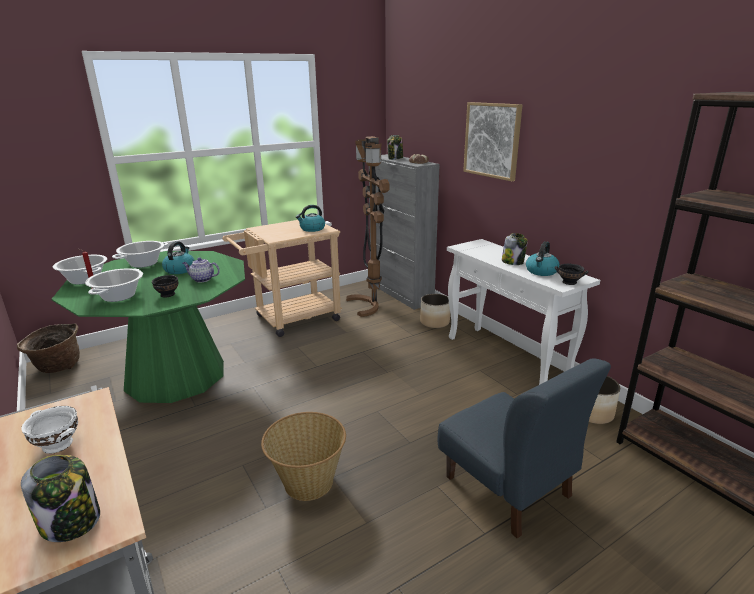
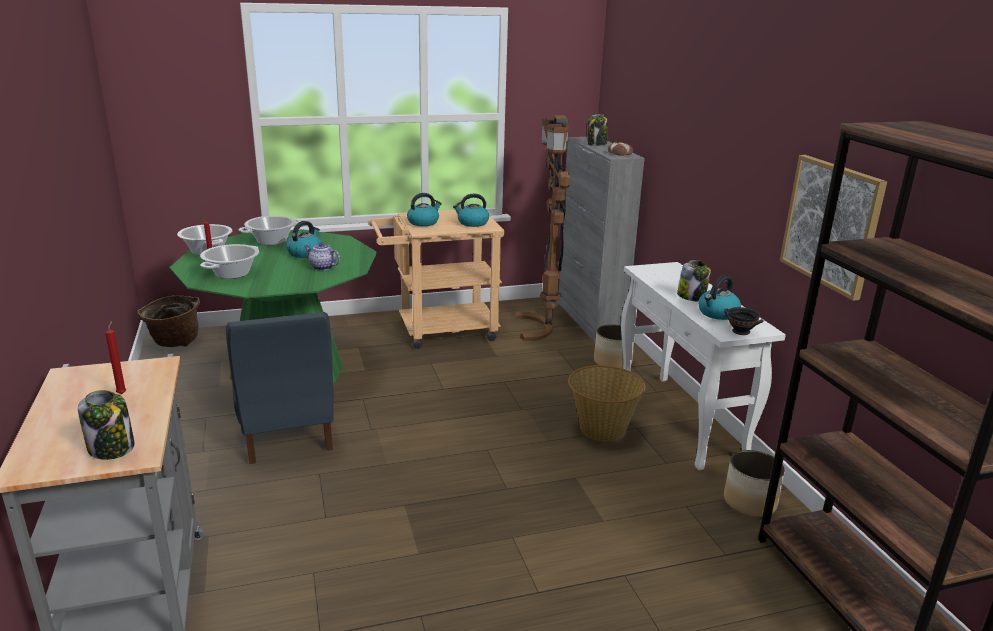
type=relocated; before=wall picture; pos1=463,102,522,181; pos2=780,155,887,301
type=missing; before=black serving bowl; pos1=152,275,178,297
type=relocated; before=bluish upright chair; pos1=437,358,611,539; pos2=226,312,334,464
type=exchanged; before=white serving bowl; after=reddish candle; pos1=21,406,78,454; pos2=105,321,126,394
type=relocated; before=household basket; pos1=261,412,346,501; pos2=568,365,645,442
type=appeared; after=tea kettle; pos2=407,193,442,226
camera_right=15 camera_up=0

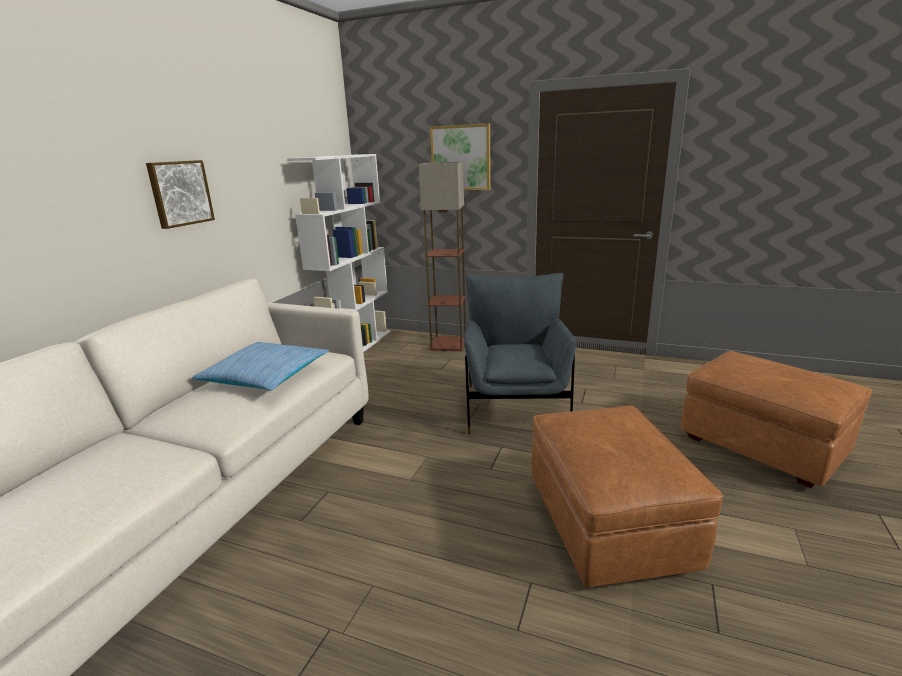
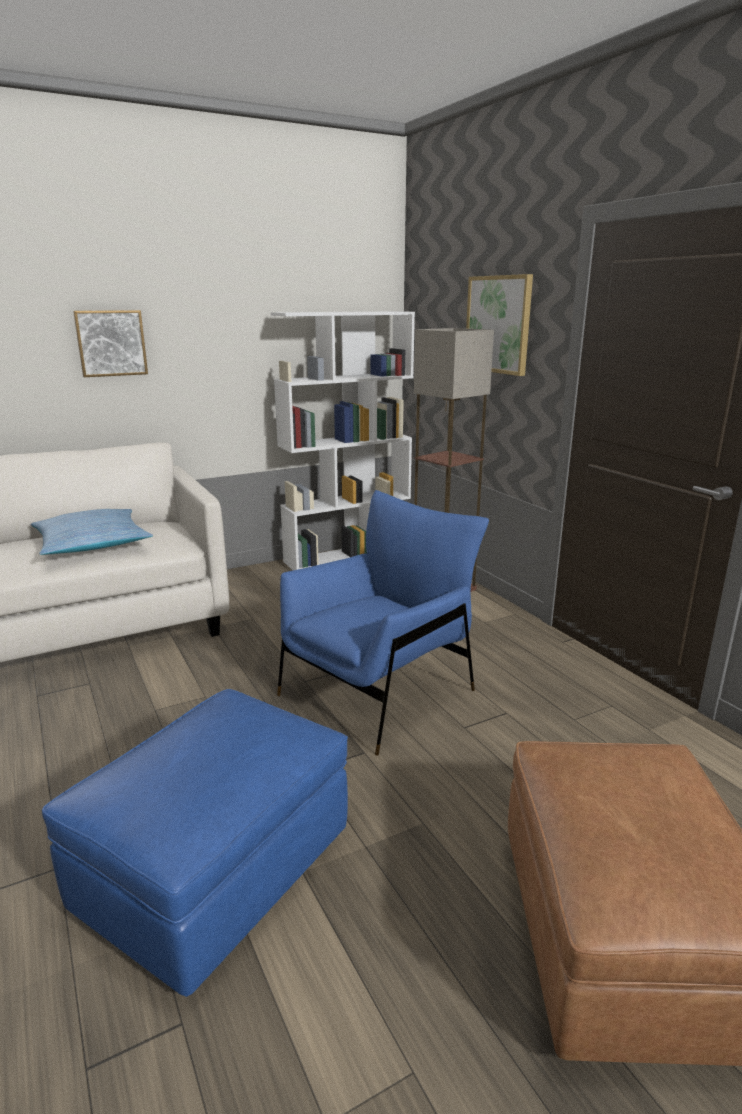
type=colour; before=greyish armchair; after=bluish armchair; pos1=464,273,576,434; pos2=277,490,489,756
type=colour; before=brown footrest; after=bluish footrest; pos1=532,406,723,587; pos2=42,689,348,997
camera_right=40 camera_up=0

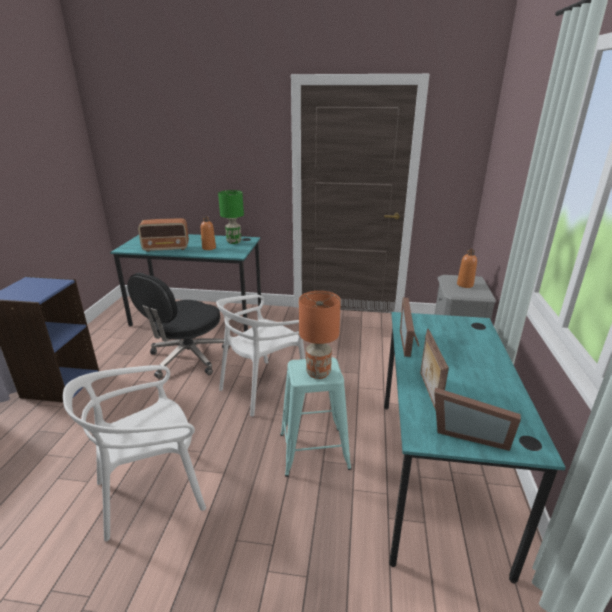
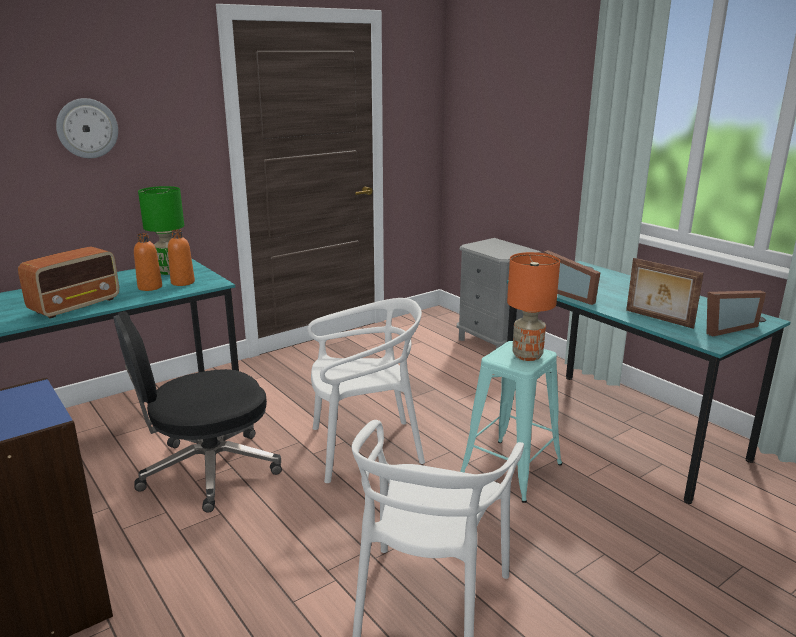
type=relocated; before=orange-coloured beverage bottle; pos1=457,249,477,288; pos2=168,229,195,286
type=spun; before=black office chair; pos1=127,273,230,379; pos2=114,311,282,513; turn=75
type=spun; before=white upright chair; pos1=216,295,305,416; pos2=307,298,425,483; turn=-105
type=appeared; after=wall clock; pos2=56,98,118,158
camera_right=-45 camera_up=-5

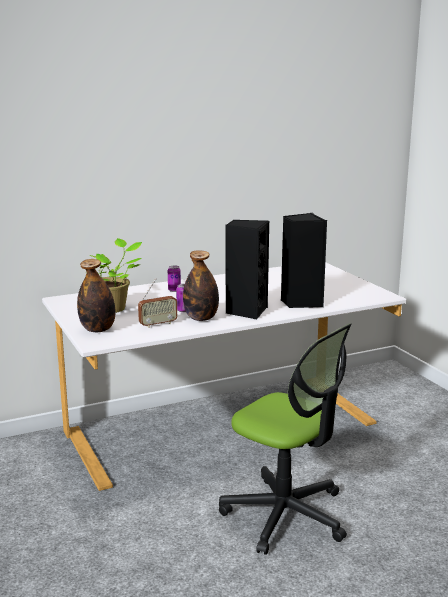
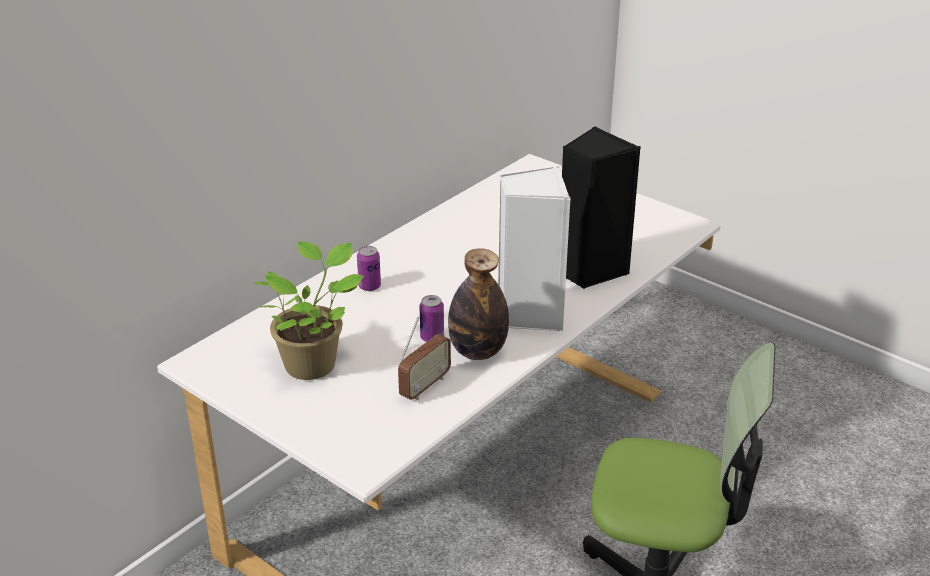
type=colour; before=black audio speaker; after=white audio speaker; pos1=225,220,269,319; pos2=498,166,571,331
type=missing; before=beverage bottle; pos1=77,259,116,332
camera_right=-25 camera_up=15

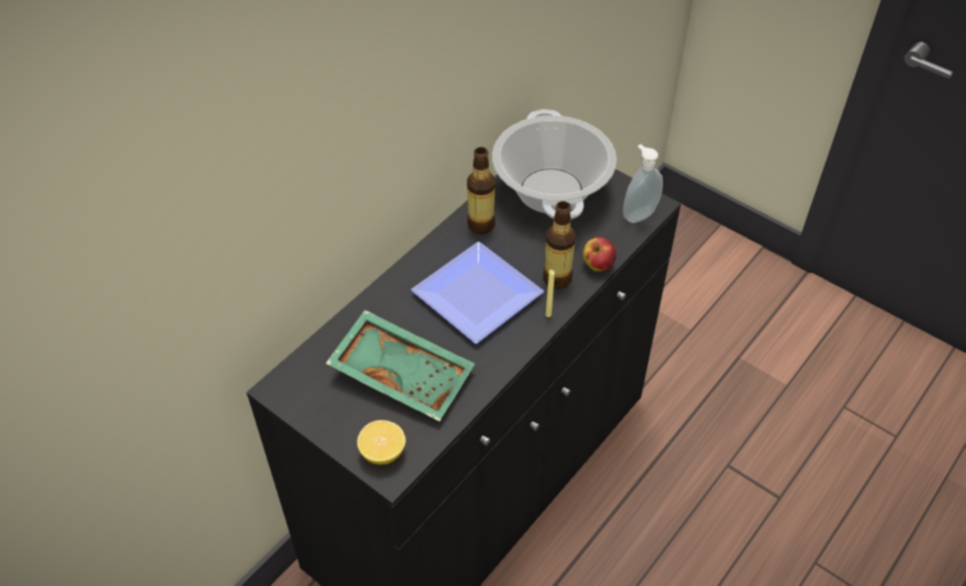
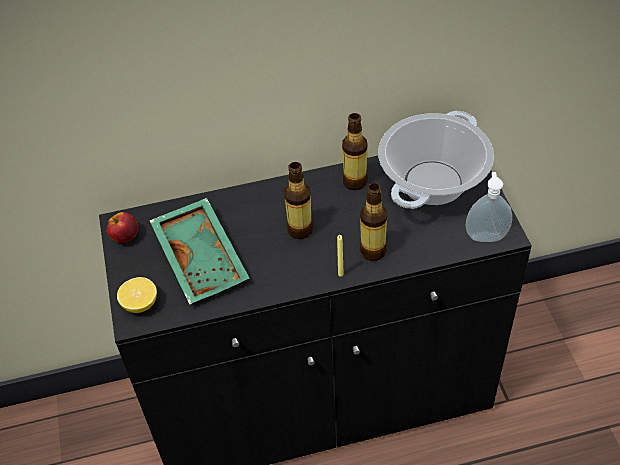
type=relocated; before=apple fruit; pos1=583,237,616,272; pos2=107,212,138,243
type=exchanged; before=flat dish; after=beverage bottle; pos1=411,242,544,344; pos2=284,162,313,239
camera_right=40 camera_up=0

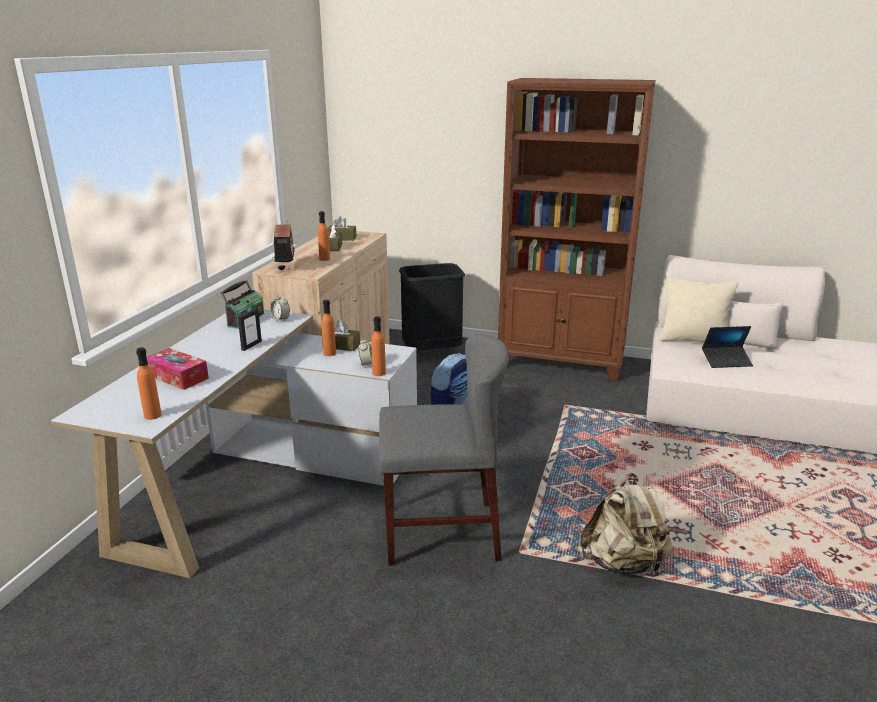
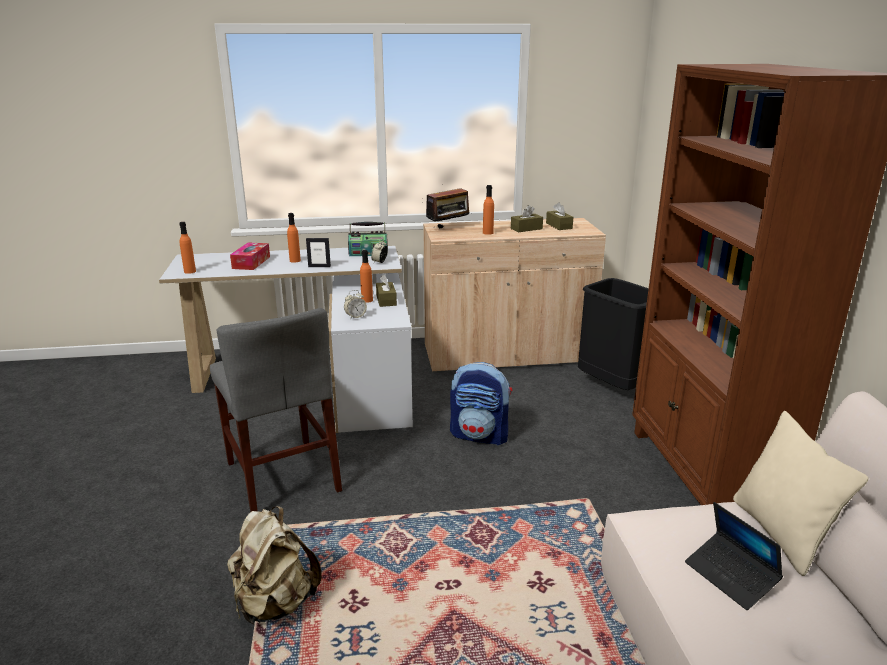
type=relocated; before=orange-coloured beverage bottle; pos1=371,316,386,376; pos2=287,213,301,263
camera_right=65 camera_up=0

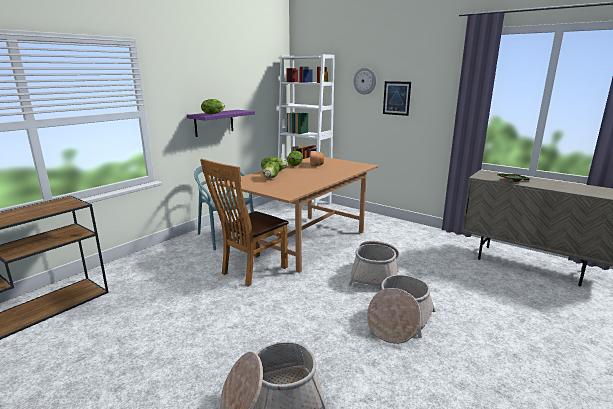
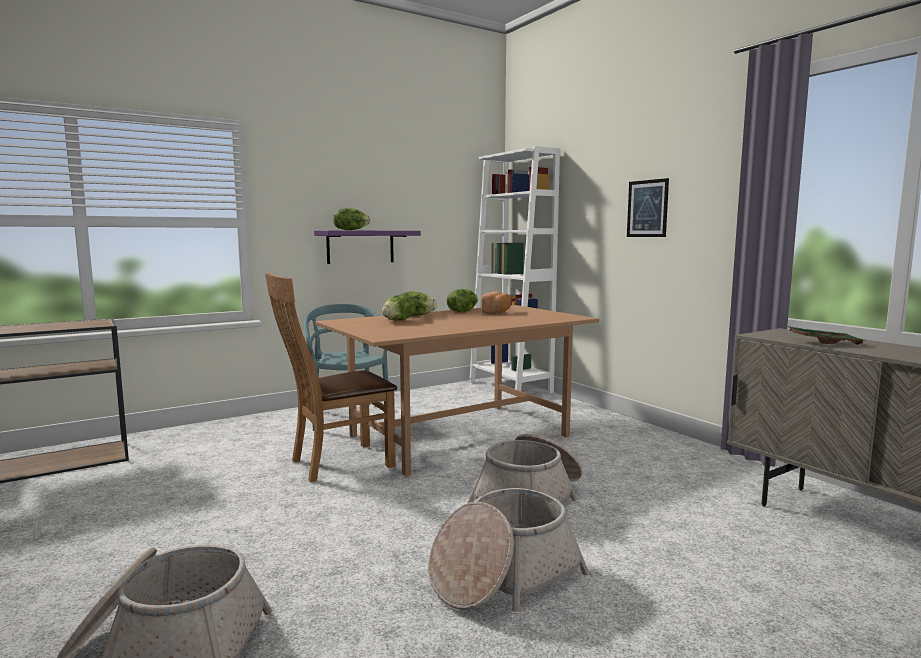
type=missing; before=wall clock; pos1=354,68,376,94
camera_right=20 camera_up=-10

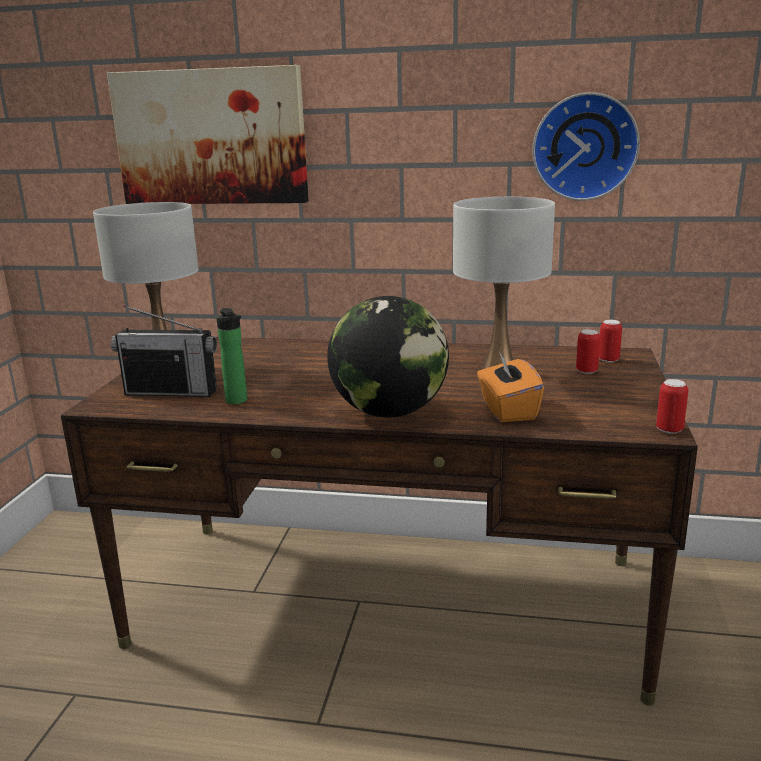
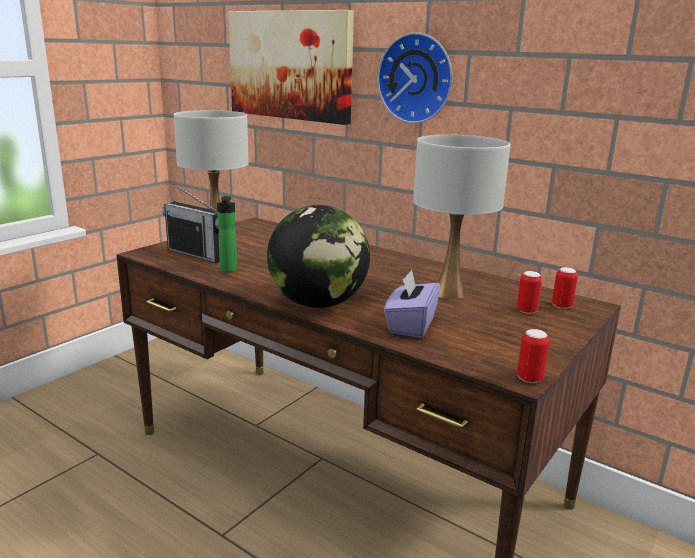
type=relocated; before=wall clock; pos1=532,92,640,201; pos2=377,32,453,124
type=colour; before=orange-coloured tissue box; after=purplish tissue box; pos1=477,352,544,422; pos2=384,270,441,338
camera_right=25 camera_up=0

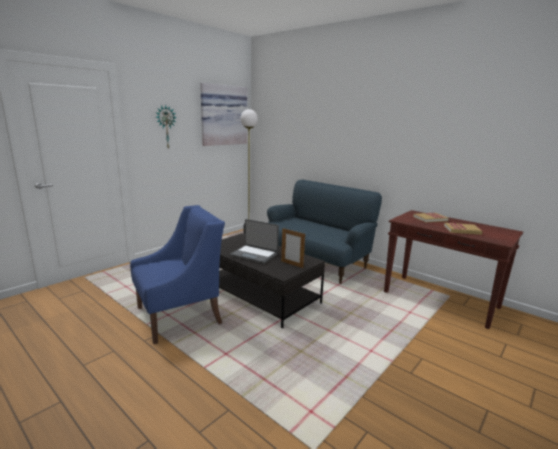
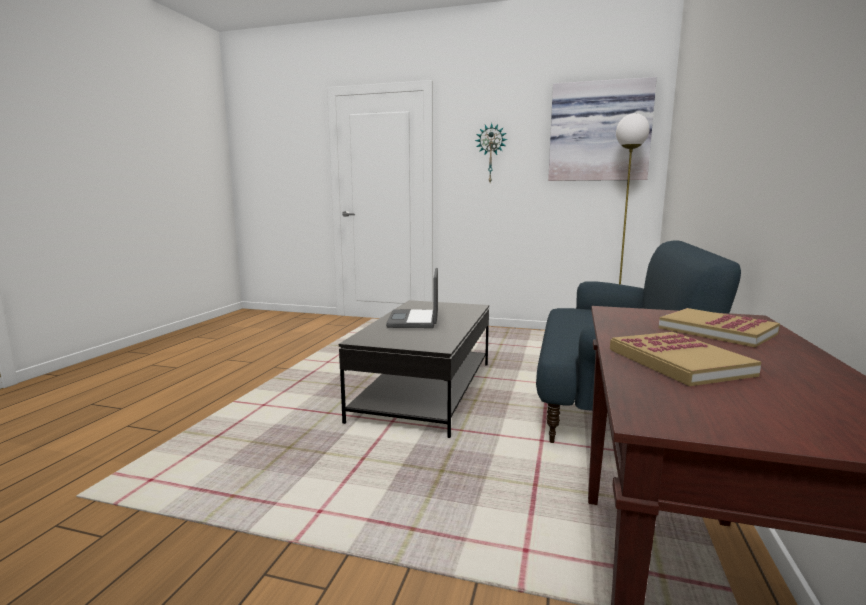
type=missing; before=bluish armchair; pos1=130,205,225,344
type=missing; before=photo frame; pos1=281,228,305,268
camera_right=65 camera_up=-5

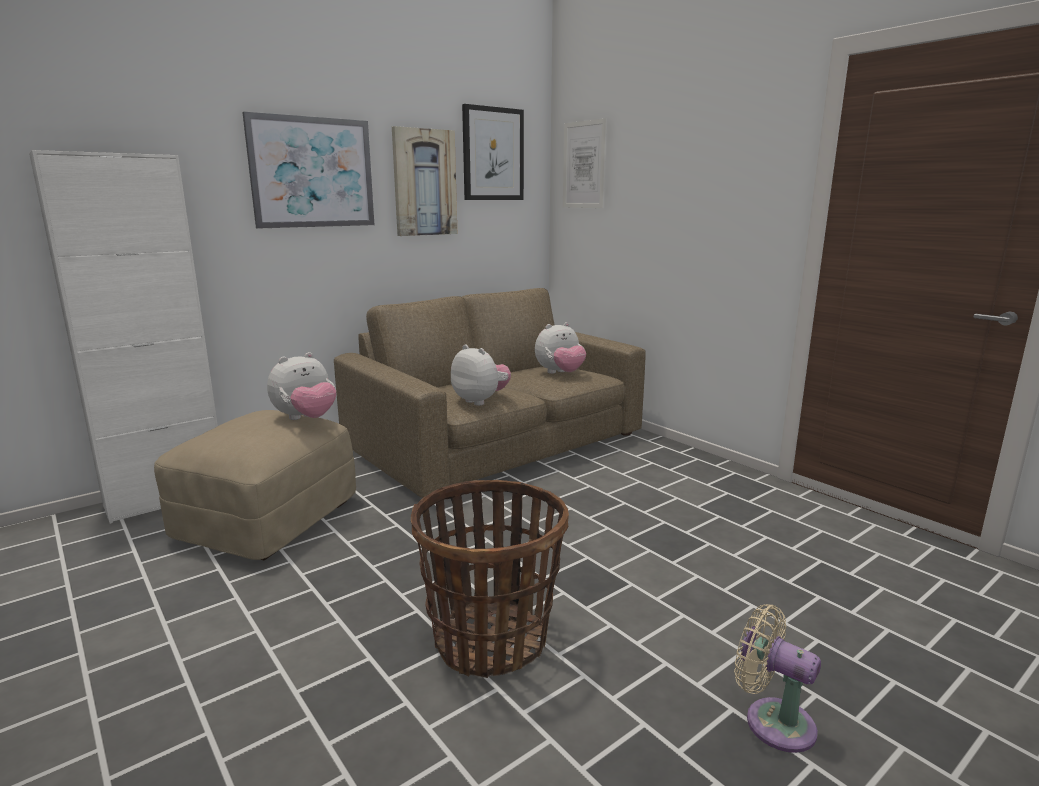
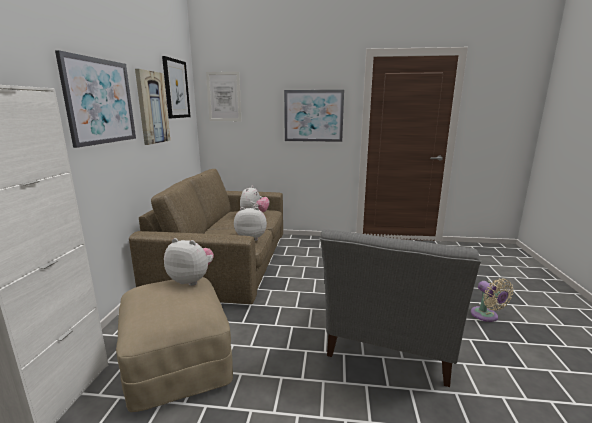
type=spun; before=plush toy; pos1=267,352,336,420; pos2=164,238,214,286; turn=-75
type=exchanged; before=household basket; after=greyish armchair; pos1=411,480,569,678; pos2=319,229,482,387
type=spun; before=sand-coloured electric fan; pos1=734,604,821,753; pos2=471,278,514,322; turn=-105
type=appeared; after=wall picture; pos2=284,90,344,142
camera_right=-45 camera_up=0

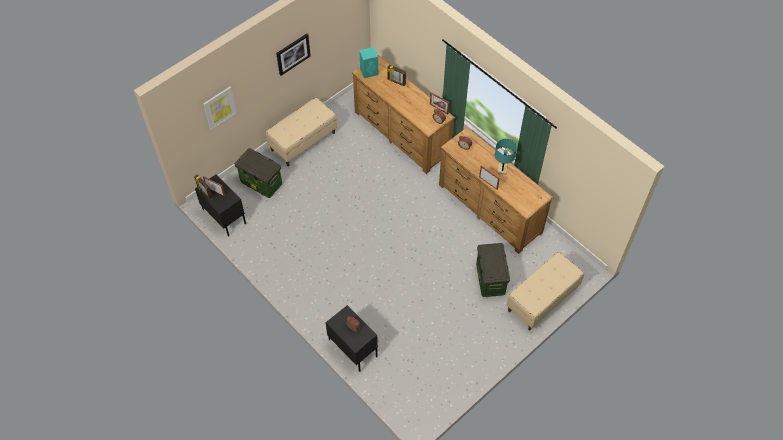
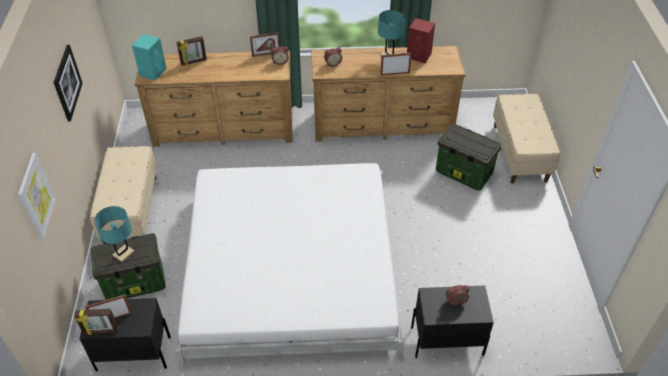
type=appeared; after=reddish audio speaker; pos2=407,18,435,63
type=appeared; after=white sleeping bed; pos2=175,163,404,371
type=appeared; after=blue-green lamp for a table; pos2=94,206,135,262
camera_right=-50 camera_up=-10

